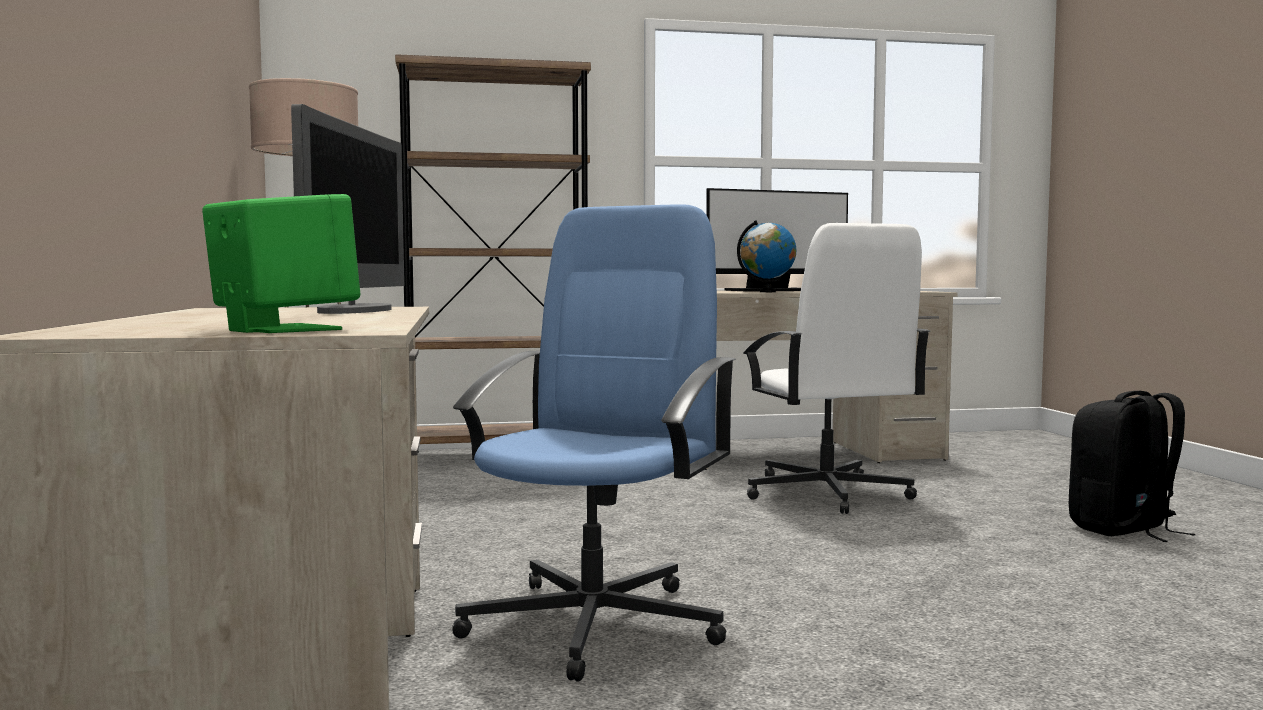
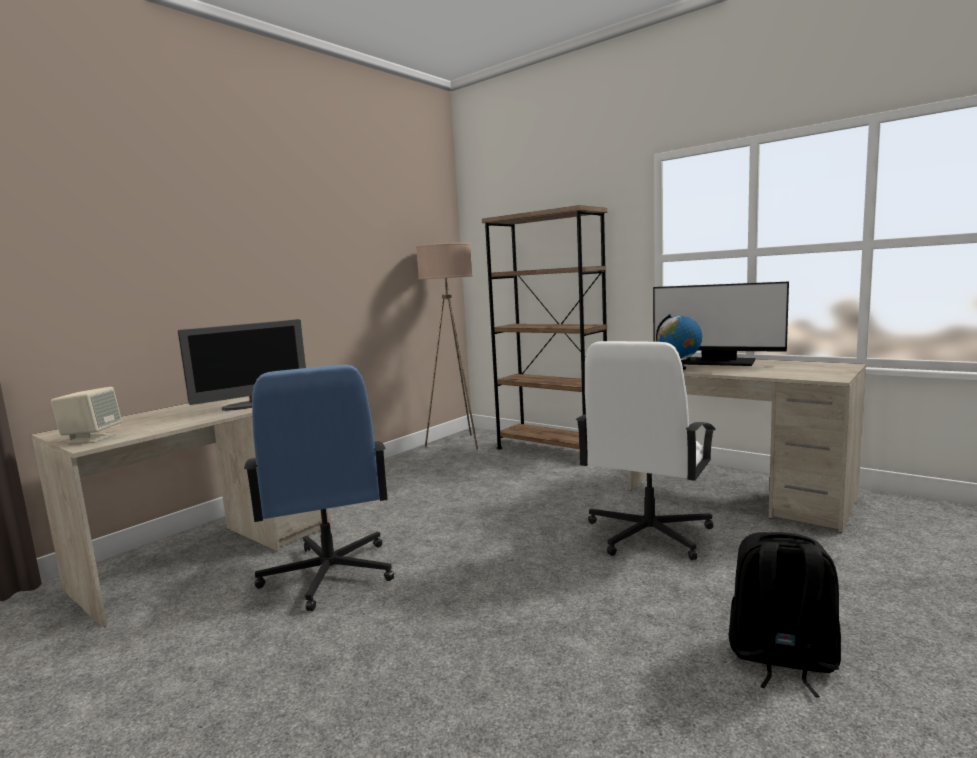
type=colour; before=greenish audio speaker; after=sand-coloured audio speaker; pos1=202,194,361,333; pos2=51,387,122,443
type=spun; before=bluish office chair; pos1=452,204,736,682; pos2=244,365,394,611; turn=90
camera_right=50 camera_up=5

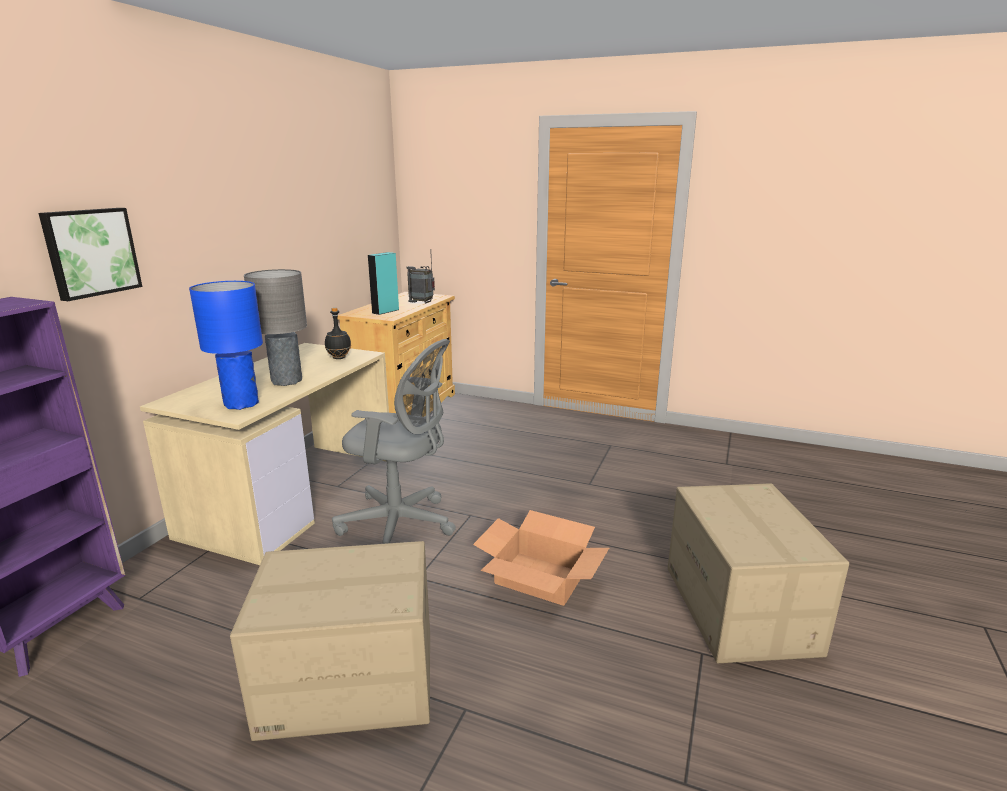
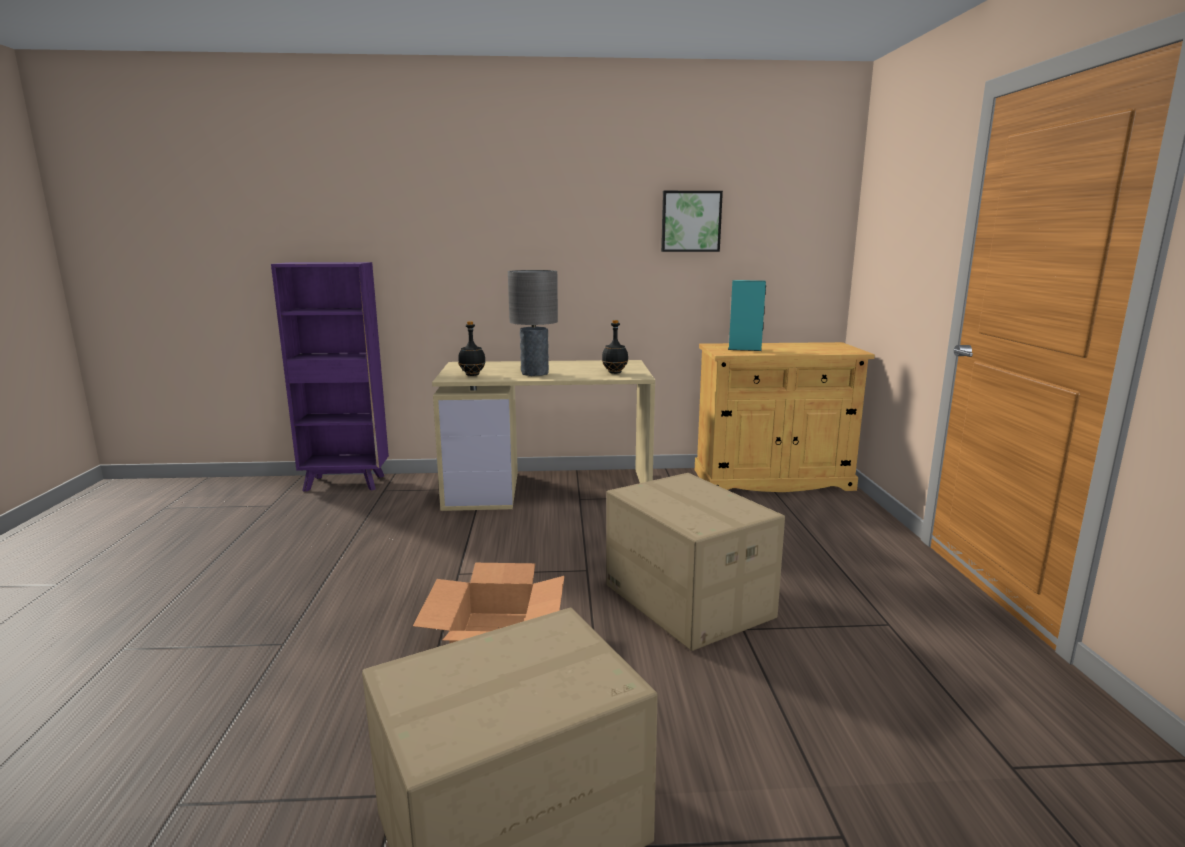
type=relocated; before=wall picture; pos1=38,208,142,301; pos2=661,191,723,252
type=missing; before=radio set; pos1=407,249,435,304
type=exchanged; before=bluish lamp for a table; after=black beverage bottle; pos1=189,281,263,410; pos2=458,321,486,376
type=missing; before=greyish office chair; pos1=332,339,456,544
type=relocated; before=packing box; pos1=230,541,430,741; pos2=606,473,785,651
camera_right=65 camera_up=-5

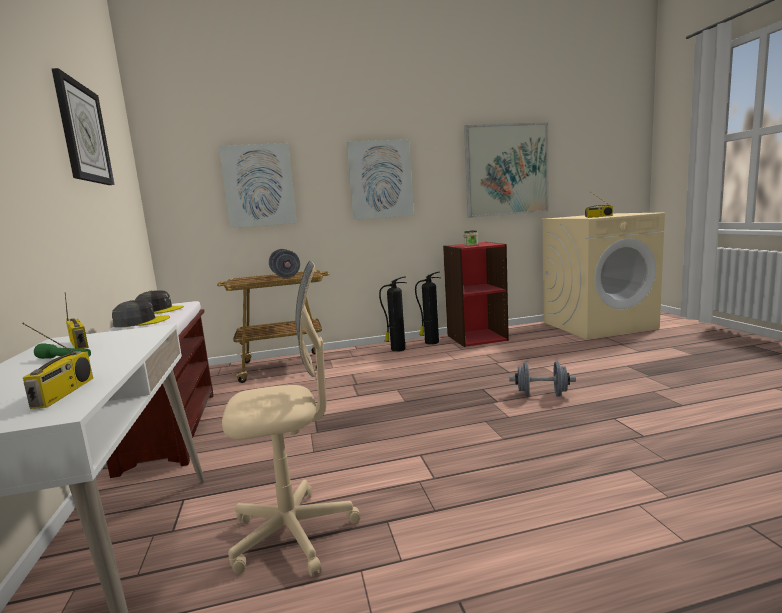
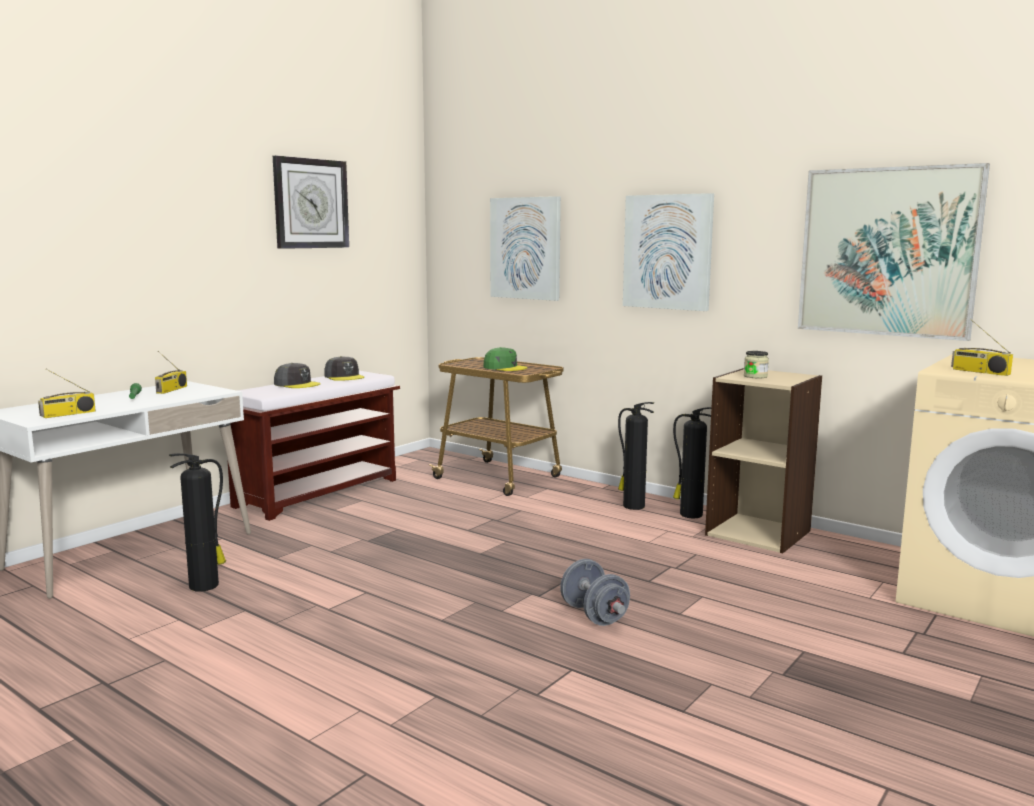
type=colour; before=reddish bookcase; after=sand-coloured bookcase; pos1=443,242,509,347; pos2=705,368,822,553
type=exchanged; before=greyish hand weight; after=greenish peaked cap; pos1=269,249,300,278; pos2=483,347,528,371
type=exchanged; before=sand-coloured office chair; after=extinguisher; pos1=222,261,360,577; pos2=169,453,226,592
camera_right=50 camera_up=0

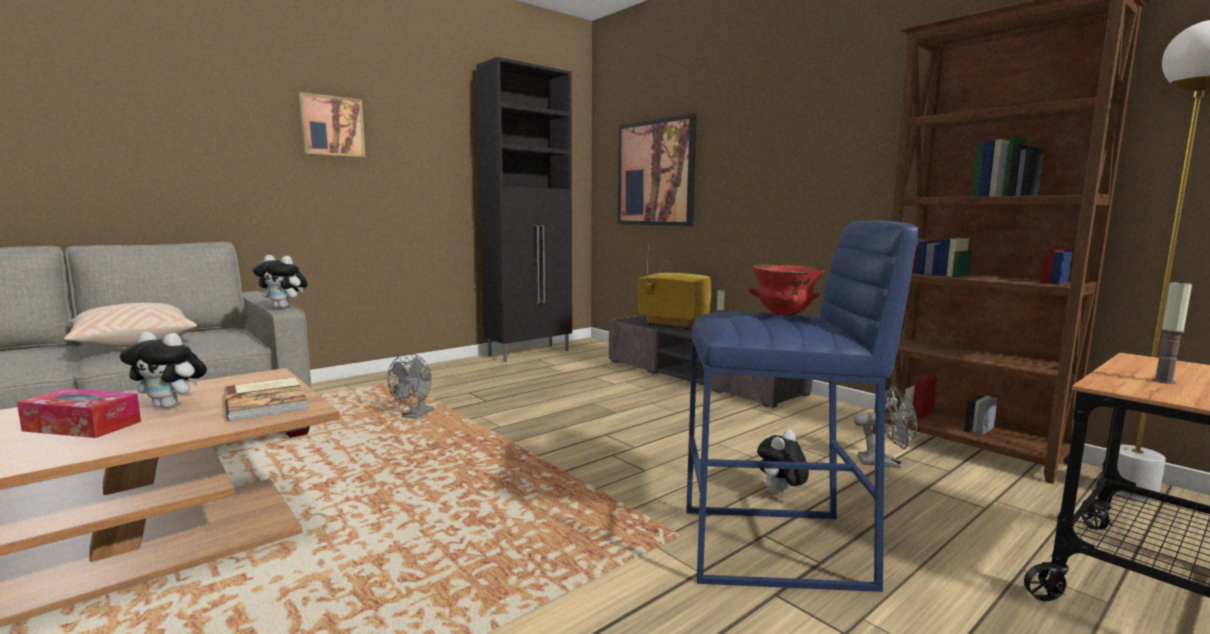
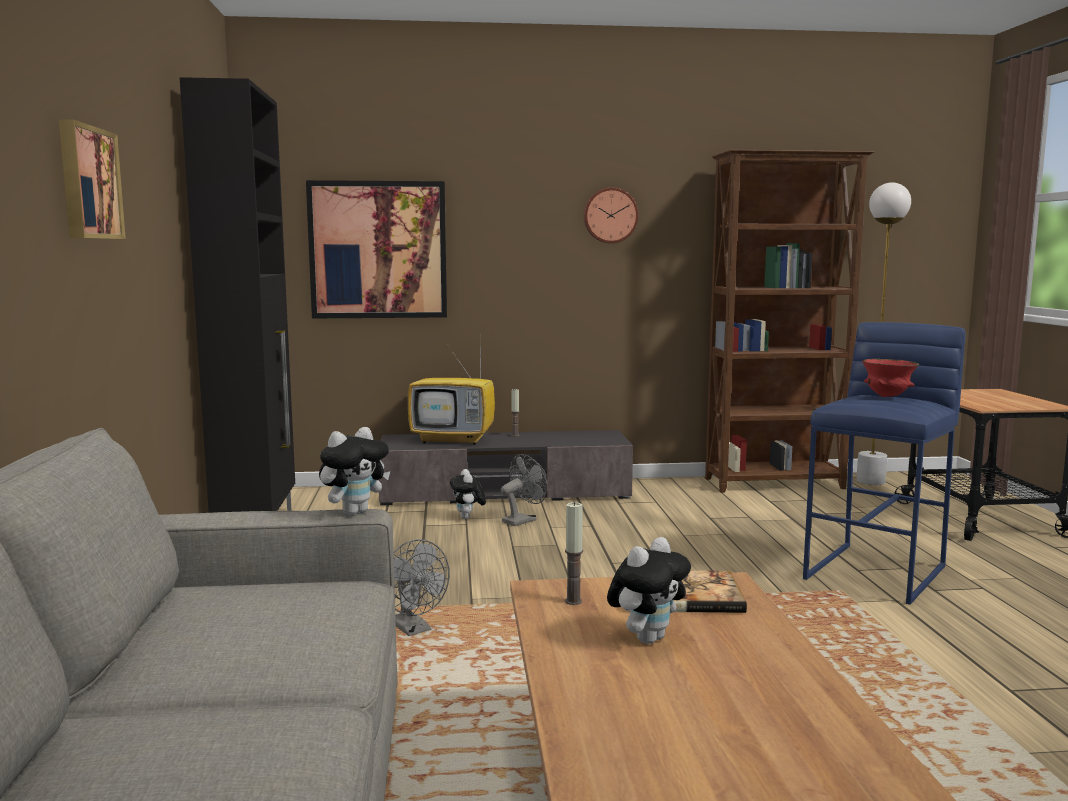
type=spun; before=television; pos1=638,260,711,329; pos2=408,350,495,445; turn=-150
type=relocated; before=candle; pos1=1152,280,1192,384; pos2=565,502,583,605
type=missing; before=sand-coloured pillow; pos1=64,303,197,347
type=relocated; before=greyish electric fan; pos1=854,386,917,468; pos2=501,454,547,526
type=missing; before=tissue box; pos1=17,388,141,438
type=relocated; before=plush toy; pos1=757,430,809,495; pos2=450,469,486,519
type=appeared; after=wall clock; pos2=584,188,639,243
camera_right=-55 camera_up=0

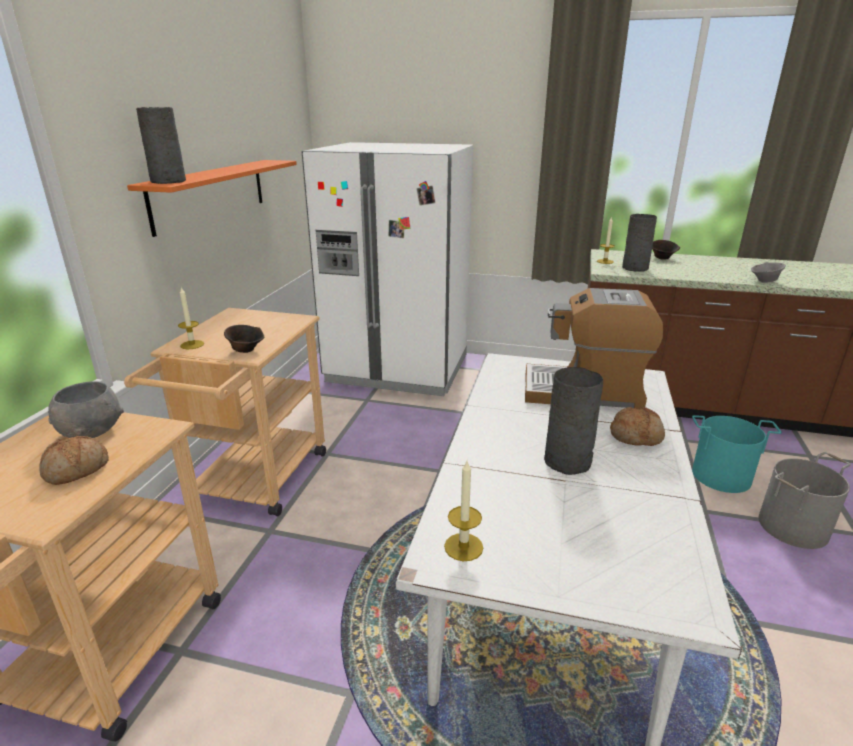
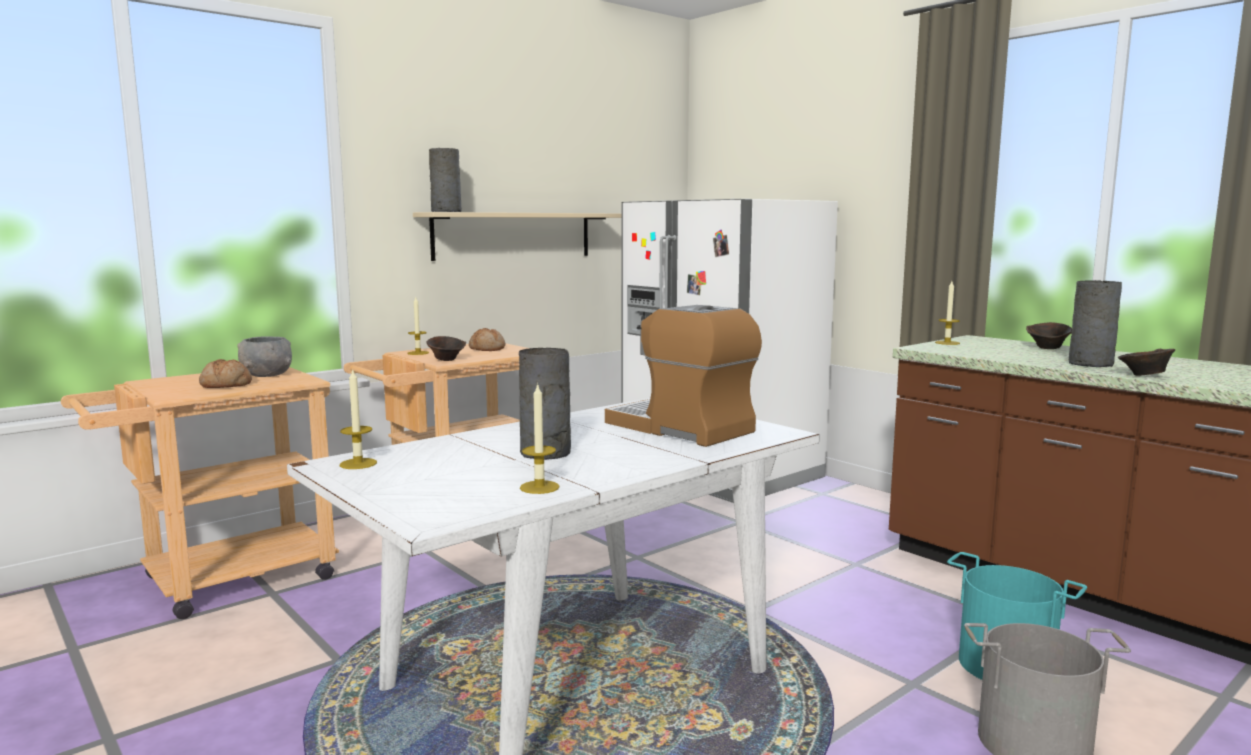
type=colour; before=orange-coloured shelf; after=sand-coloured shelf; pos1=127,160,297,237; pos2=413,212,621,261
type=relocated; before=greyish decorative vase; pos1=622,214,657,272; pos2=1069,280,1122,367
type=colour; before=greyish serving bowl; after=brown serving bowl; pos1=751,262,786,283; pos2=1118,349,1175,376
type=relocated; before=bread; pos1=610,407,665,446; pos2=469,328,505,351
type=appeared; after=candle; pos2=520,383,560,494
camera_right=35 camera_up=-15

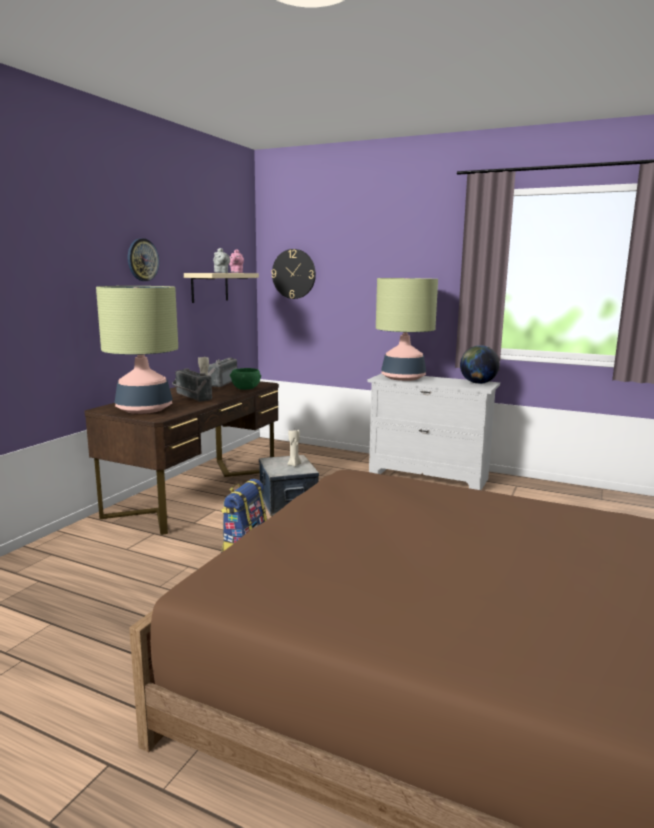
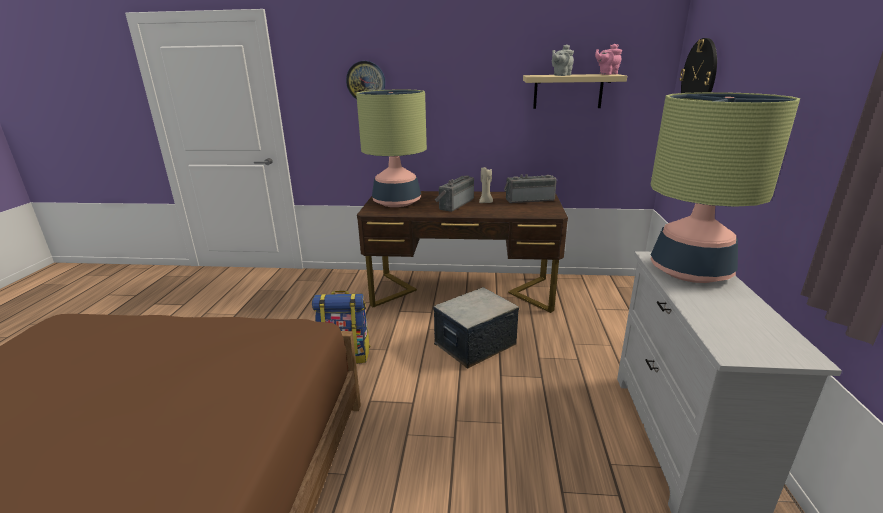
type=relocated; before=wall clock; pos1=128,238,159,281; pos2=346,61,385,99
type=missing; before=globe; pos1=460,345,500,384
type=missing; before=greenish serving bowl; pos1=230,368,261,390
type=missing; before=sand-coloured candle; pos1=288,430,301,467
camera_right=70 camera_up=10

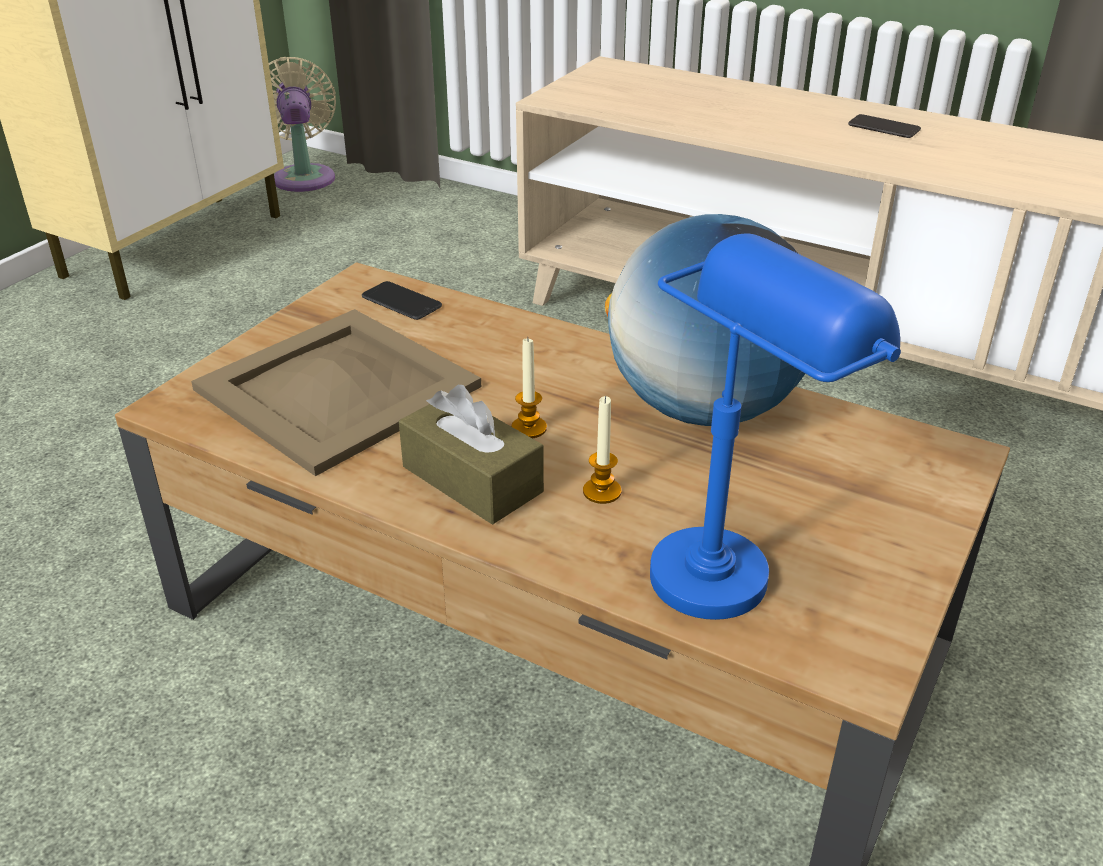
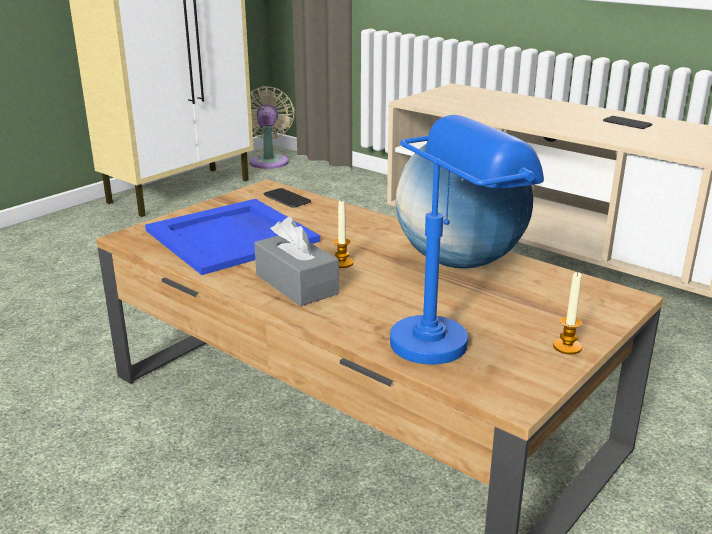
type=colour; before=sand-coloured tray; after=bluish tray; pos1=191,309,481,476; pos2=145,199,320,275
type=colour; before=brown tissue box; after=greyish tissue box; pos1=399,385,544,524; pos2=254,216,339,306
type=relocated; before=candle; pos1=583,396,621,504; pos2=553,272,582,355
camera_right=10 camera_up=-10

